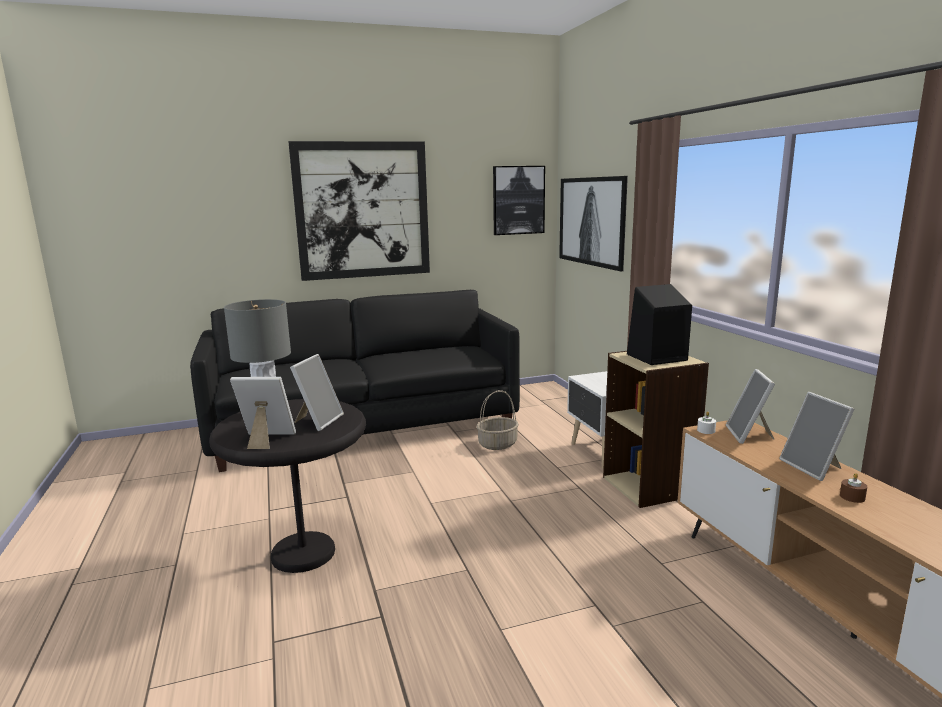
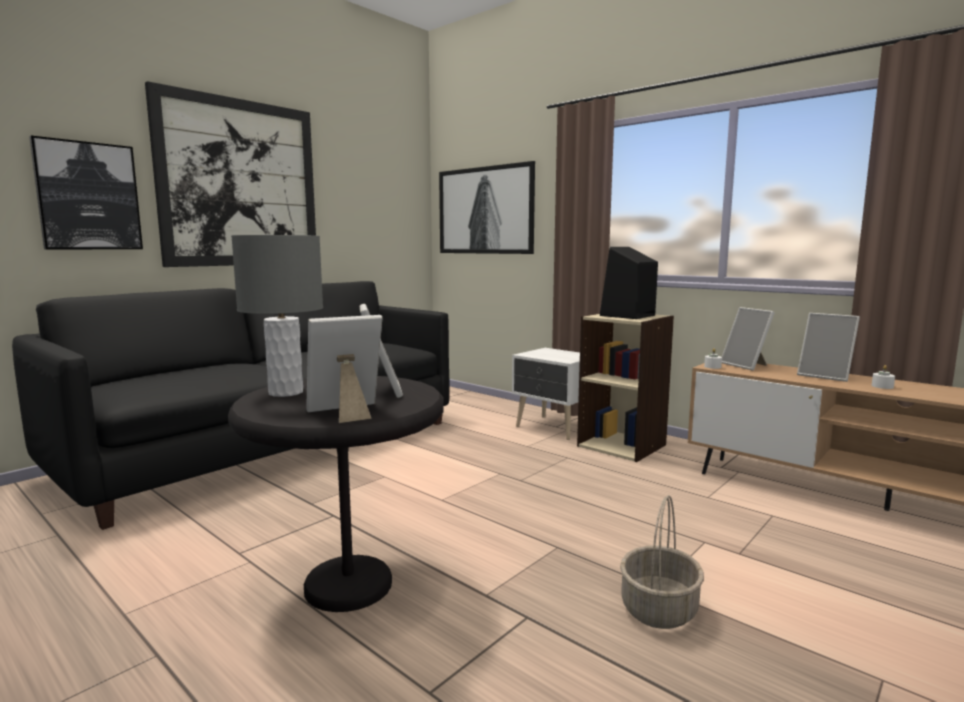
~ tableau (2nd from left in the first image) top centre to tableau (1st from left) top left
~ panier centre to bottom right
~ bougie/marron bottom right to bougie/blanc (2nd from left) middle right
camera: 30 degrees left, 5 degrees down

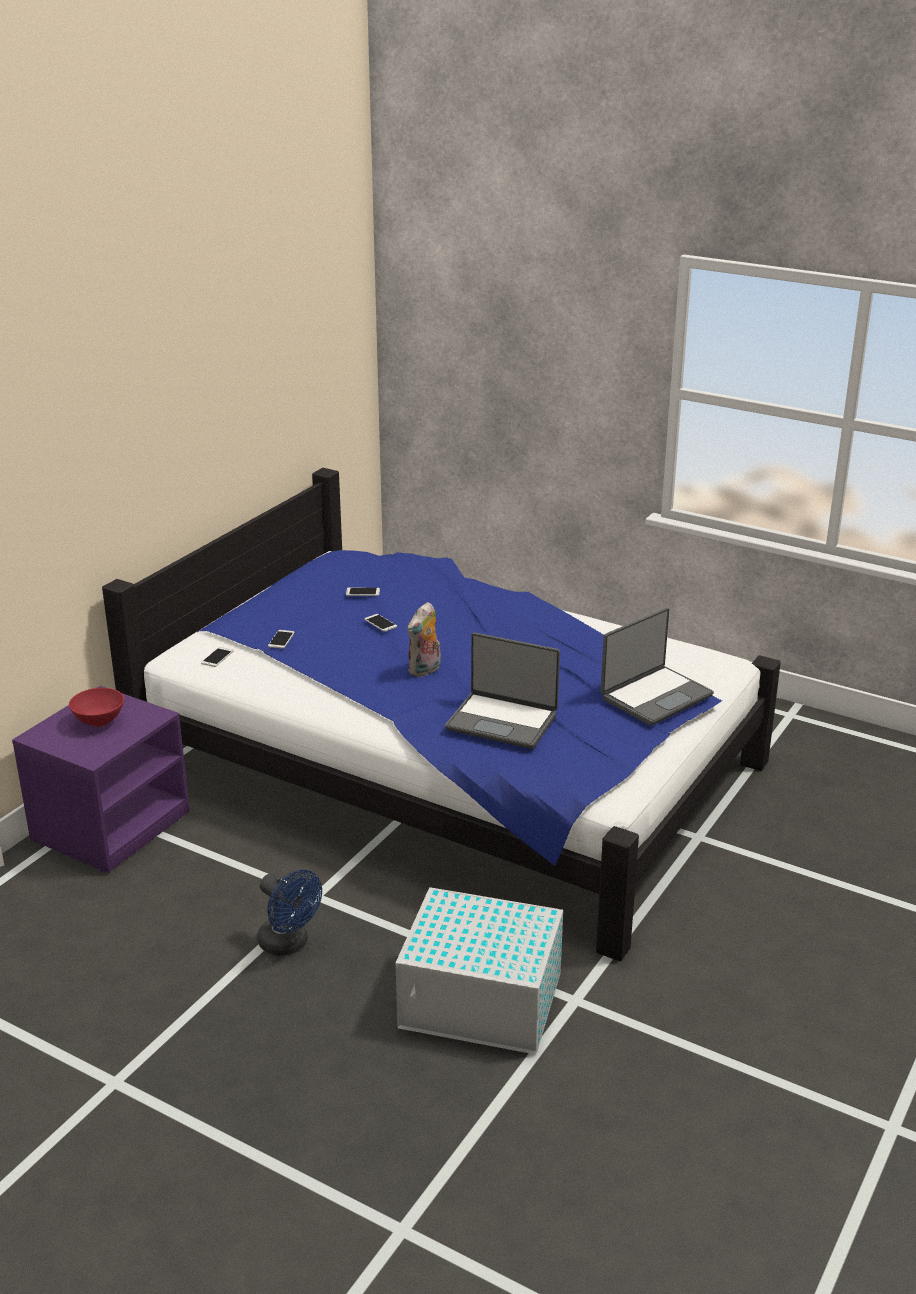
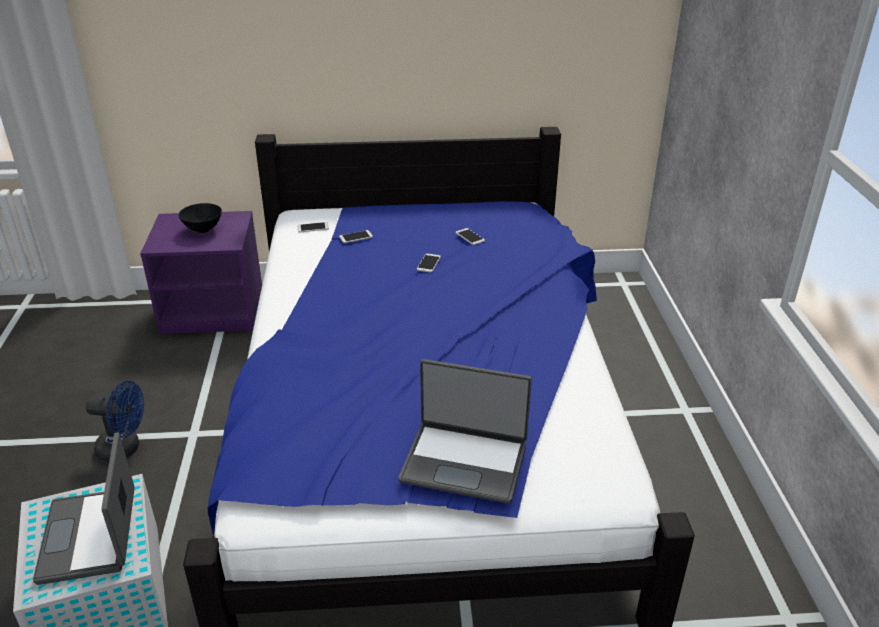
- peluche centre
~ ordinateur portable (1st from left) centre to bottom left
~ bol/rouge middle left to bol/noir middle left
~ ventilateur/bleu bottom left = bottom left 90 degrees counterclockwise
camera: 55 degrees right, 5 degrees up

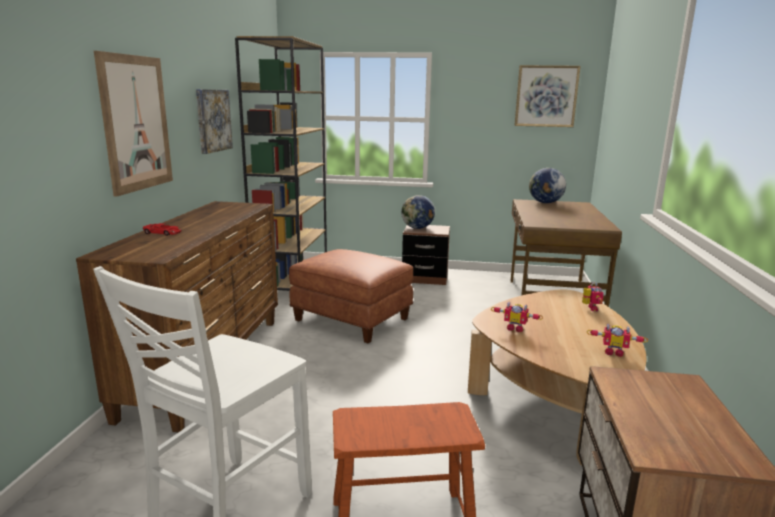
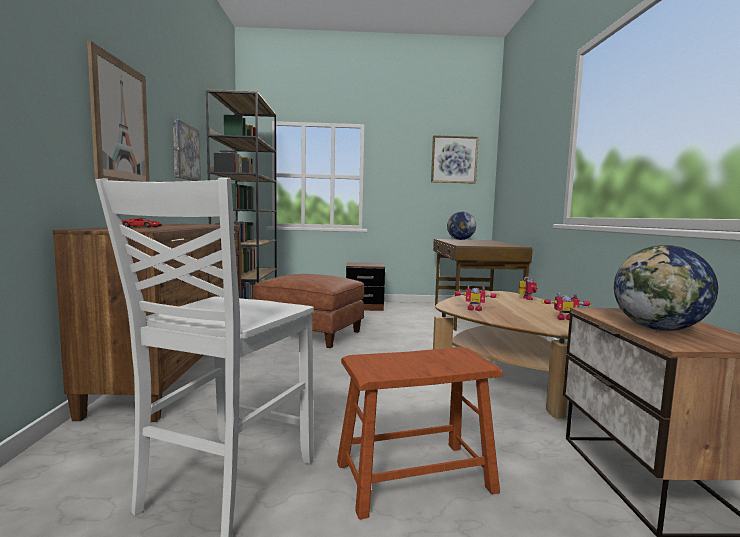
~ globe (1st from left in the first image) centre to globe (2nd from left) middle right
camera: 10 degrees left, 10 degrees down

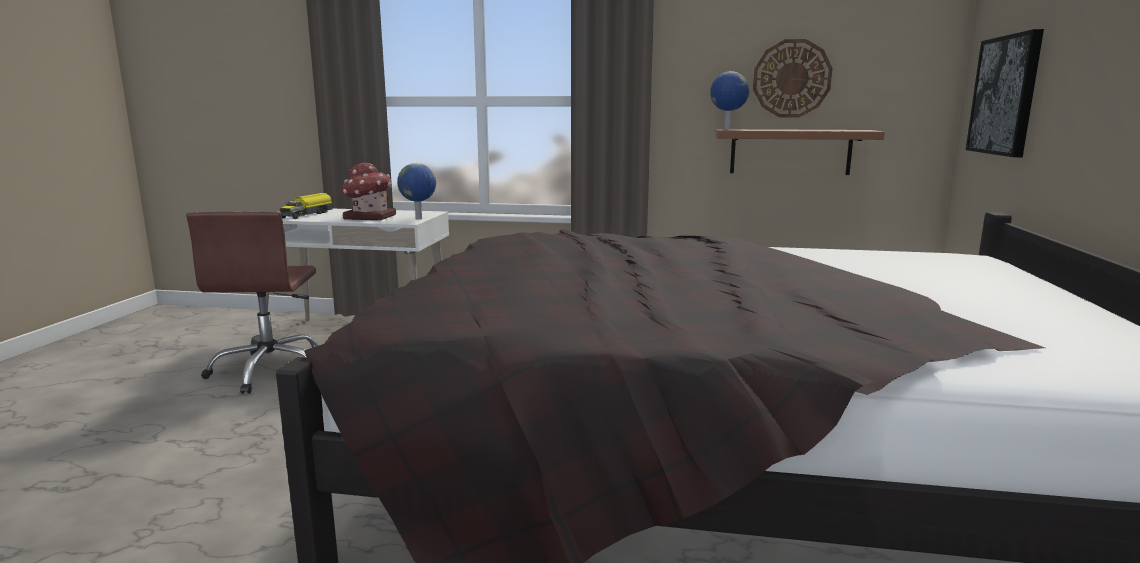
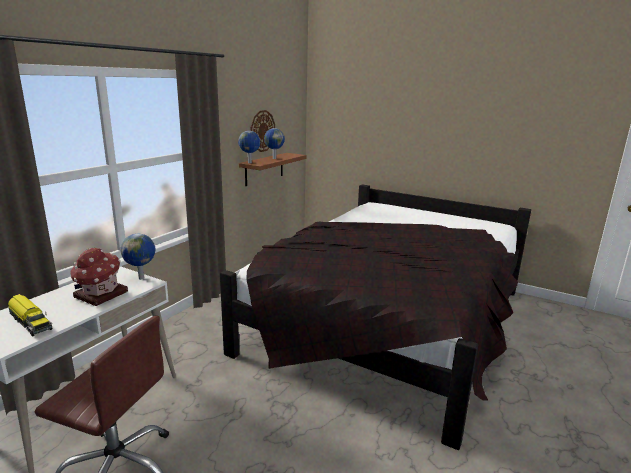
- tableau top right
+ globe (3rd from left) top centre
camera: 70 degrees left, 5 degrees up

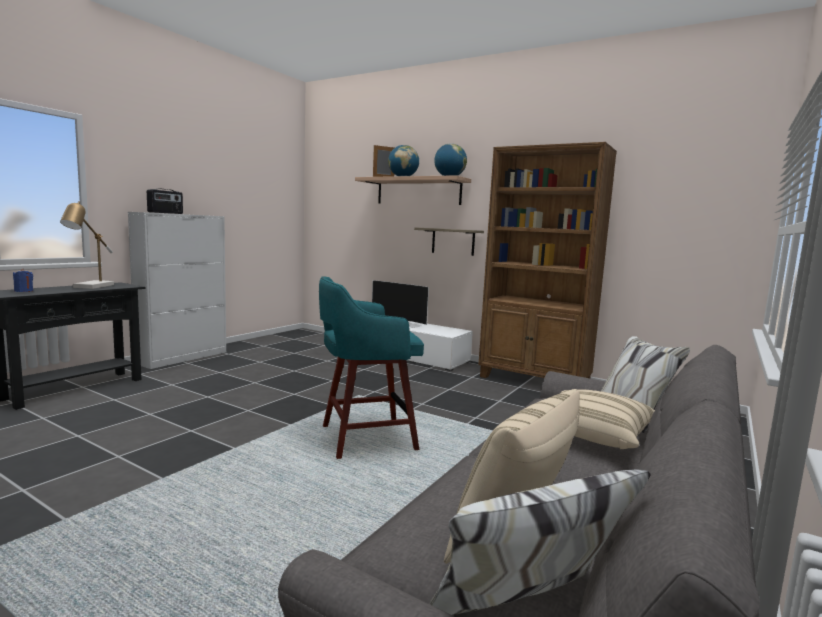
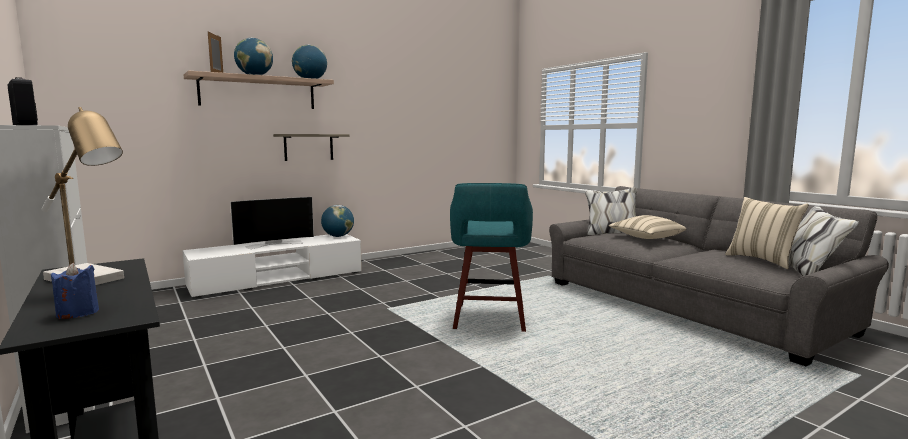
- bibliothèque/marron centre
+ globe (3rd from left) centre
camera: 65 degrees left, 0 degrees up

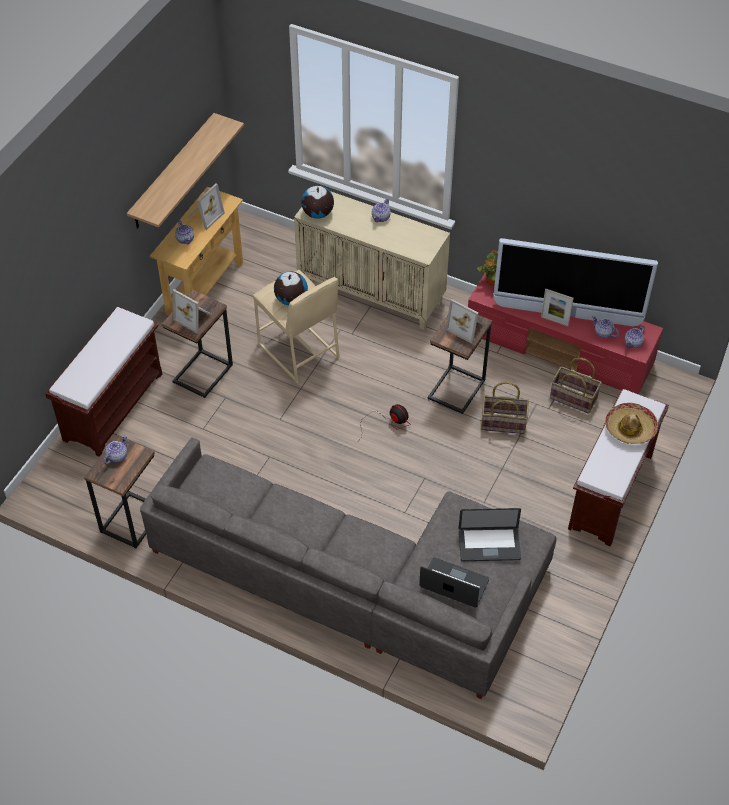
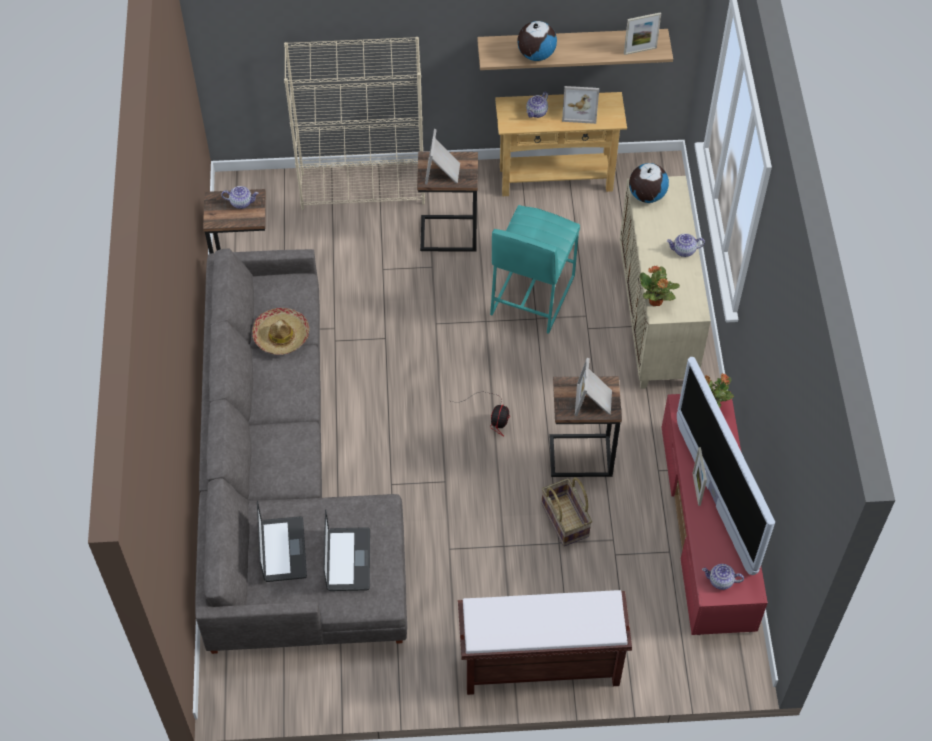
~ tabouret/beige centre to tabouret/turquoise centre
~ globe (1st from left) centre to top centre
~ banc/marron (1st from left) middle left to bibliothèque/beige top centre
- théière (4th from left) middle right
- panier (2nd from left) middle right
~ chapeau middle right to middle left
~ ordinateur portable (2nd from left) middle right = bottom centre 150 degrees counterclockwise
+ cadre photo (4th from left) top right
+ plante en pot (1st from left) middle right
camera: 60 degrees right, 5 degrees up

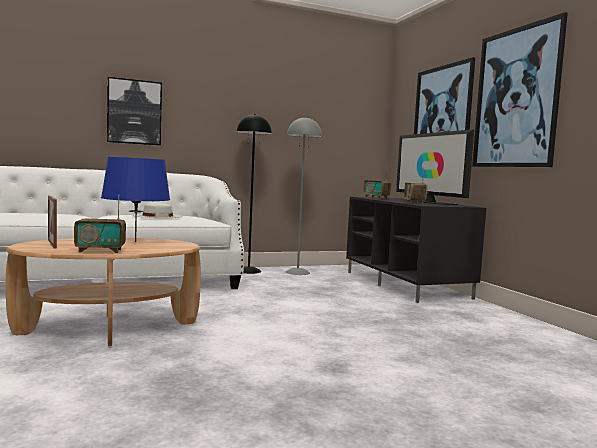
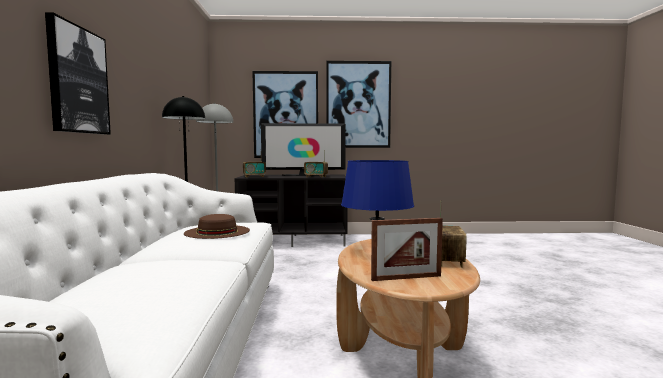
~ chapeau/blanc middle left to chapeau/marron middle left
camera: 70 degrees left, 0 degrees up

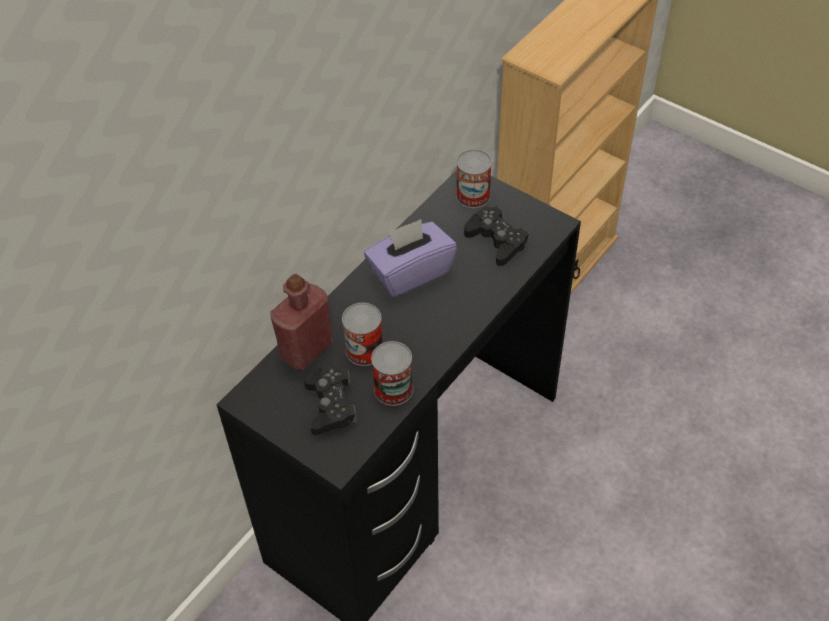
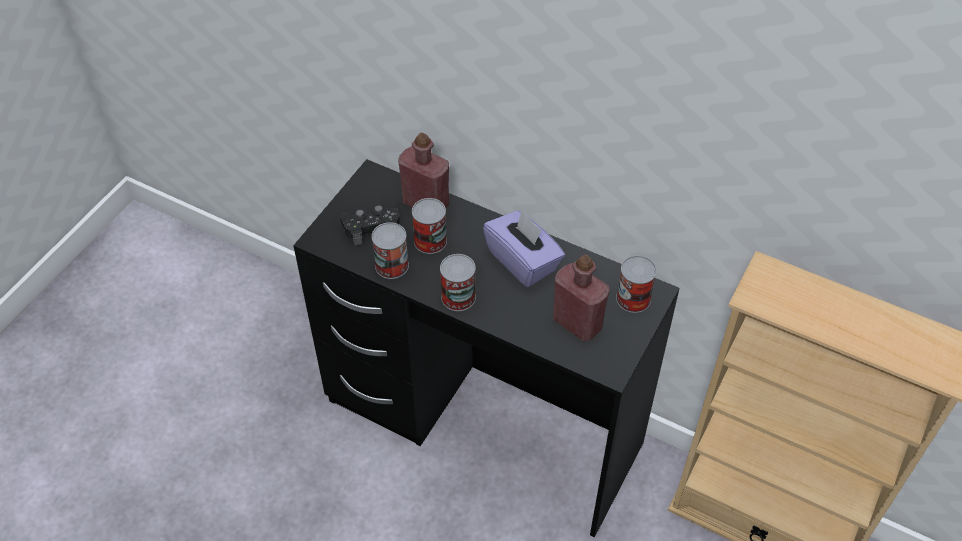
~ manette/noir (2nd from left) centre to bouteille/rouge (2nd from left) centre
+ boîte métallique (3rd from left) centre
camera: 80 degrees right, 0 degrees up

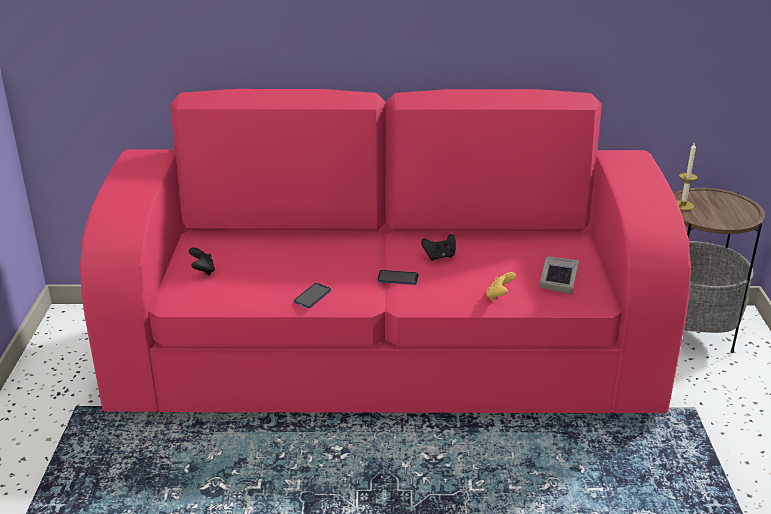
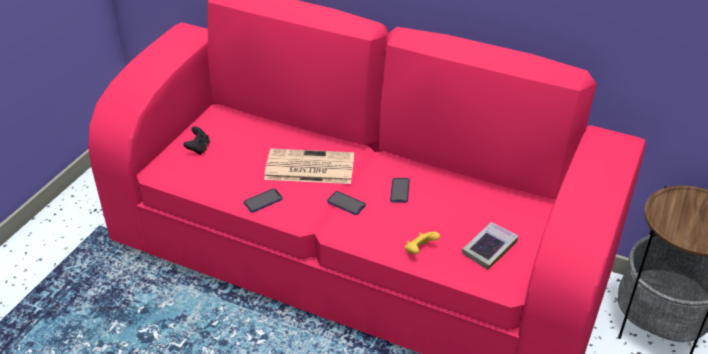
- bougie middle right
~ manette/noir (2nd from left) centre to téléphone (3rd from left) centre
+ journal centre
camera: 25 degrees right, 10 degrees up

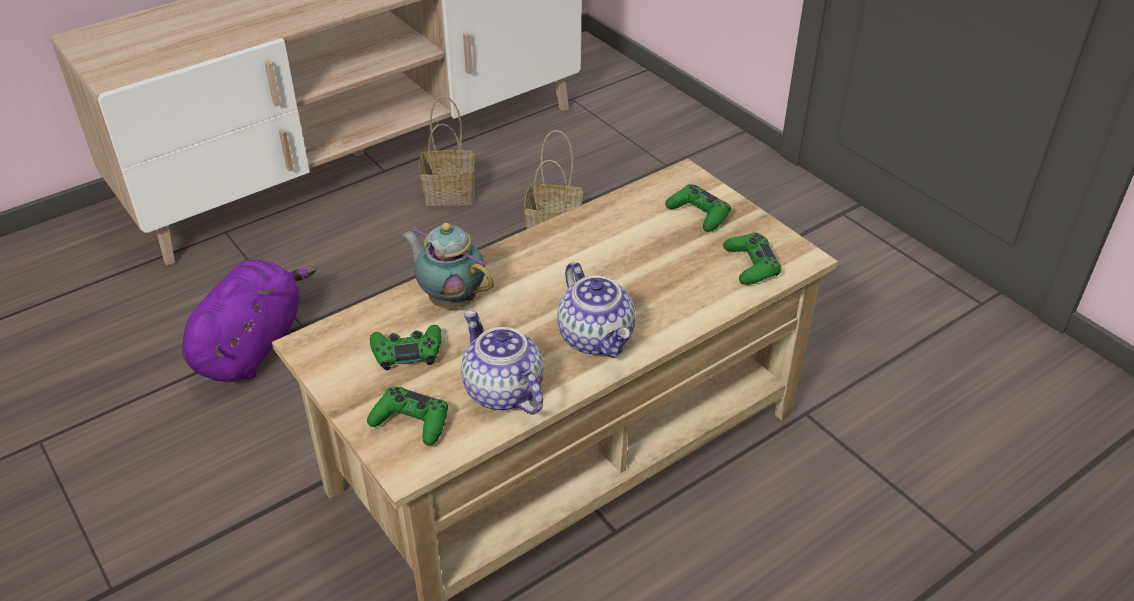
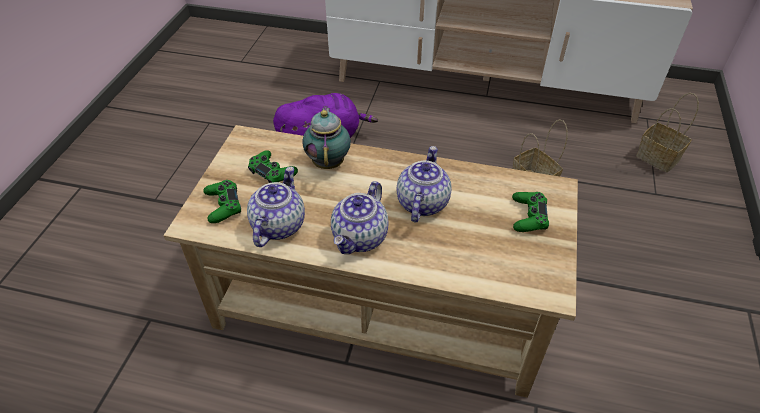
~ panier (1st from left in the first image) top centre to panier (2nd from left) top right
- manette/vert (4th from left) centre
+ théière (4th from left) centre
camera: 50 degrees right, 5 degrees up

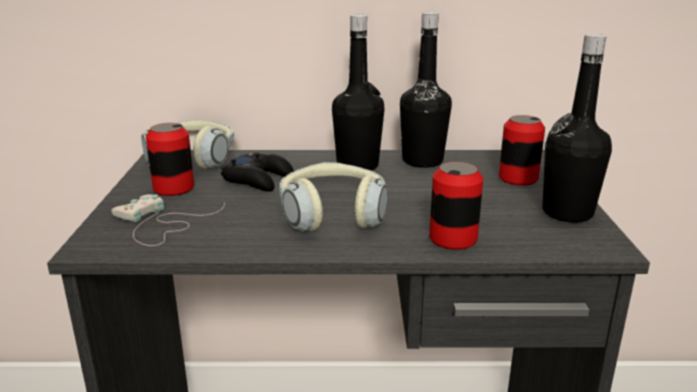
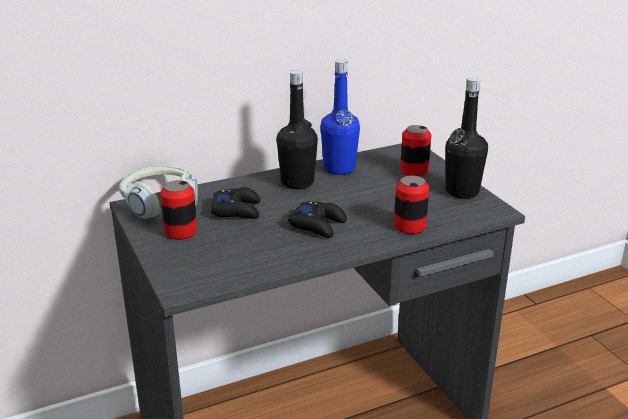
~ bouteille/noir (2nd from left) top centre to bouteille/bleu top centre
~ casque audio (2nd from left) centre to manette/noir (2nd from left) centre
- manette/blanc middle left
camera: 25 degrees left, 5 degrees up

